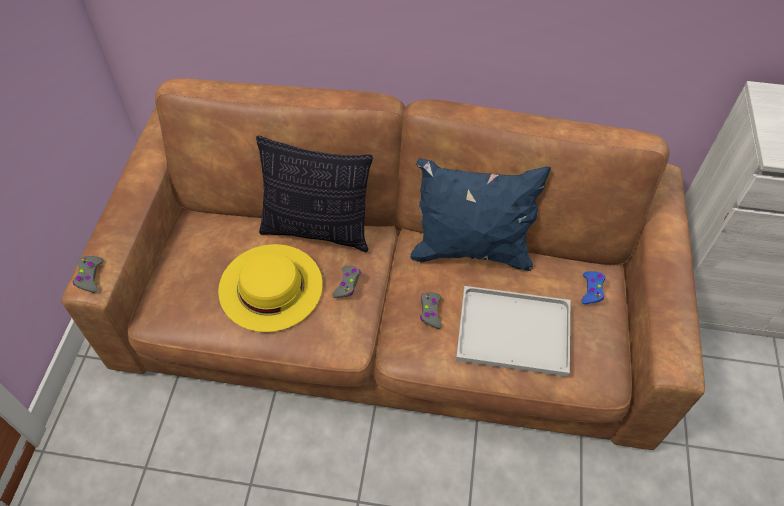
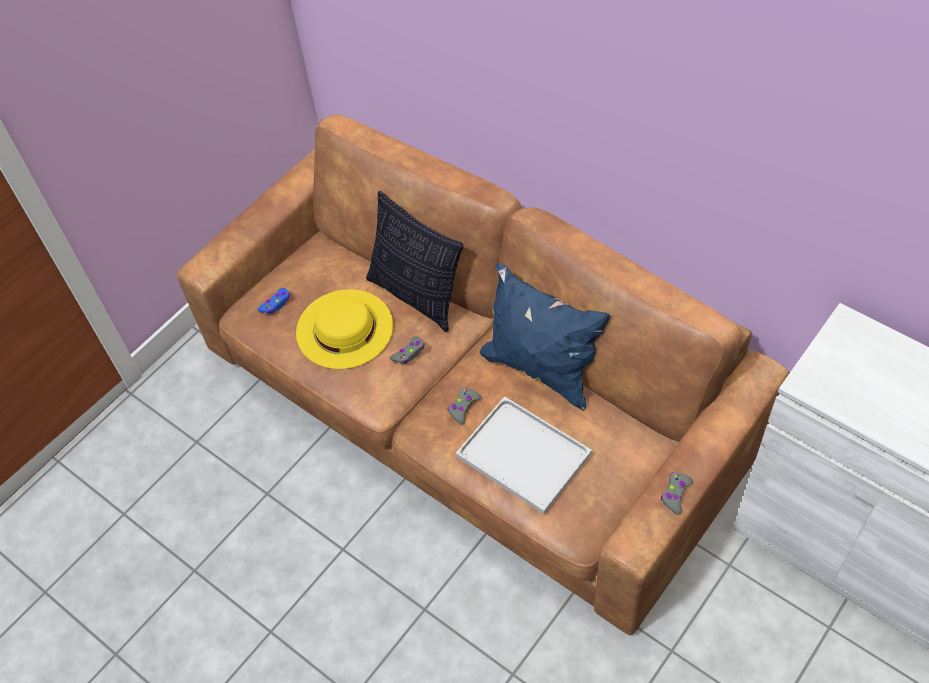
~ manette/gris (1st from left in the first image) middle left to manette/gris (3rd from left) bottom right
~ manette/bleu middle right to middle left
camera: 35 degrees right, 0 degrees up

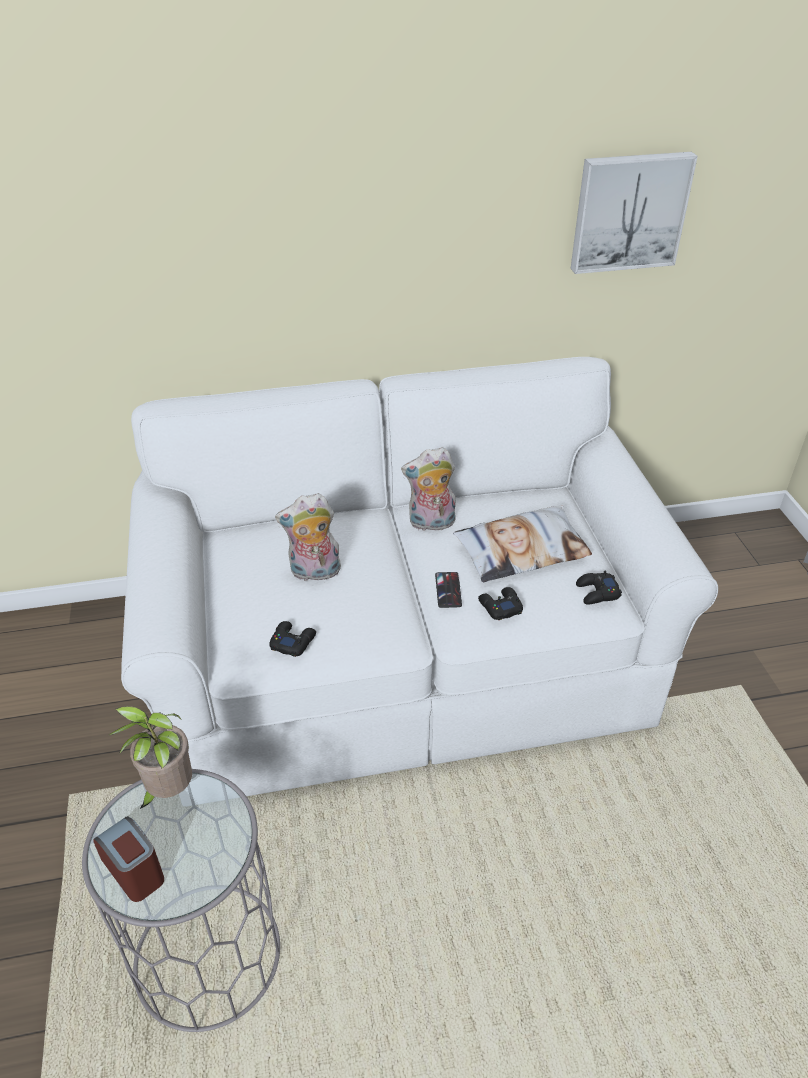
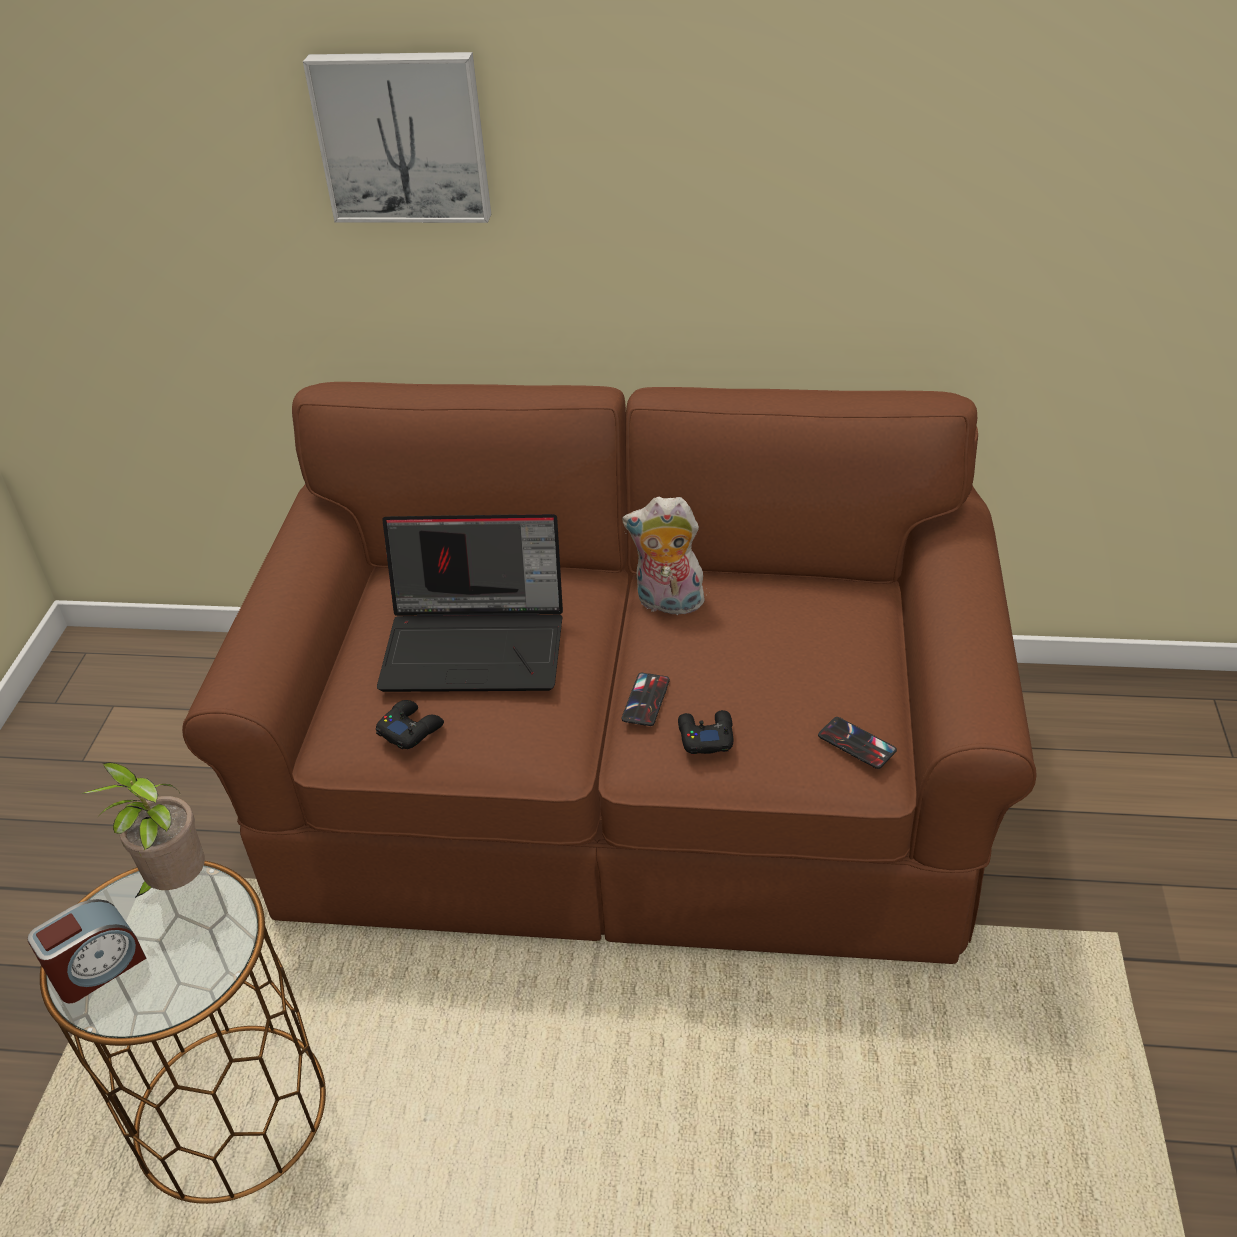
~ tableau top right to top left
~ canapé/blanc centre to canapé/marron centre
~ peluche (1st from left) centre to ordinateur portable centre
- coussin centre
~ manette/noir (3rd from left) middle right to téléphone (2nd from left) middle right
~ table d'appoint/gris bottom left to table d'appoint/marron bottom left
~ réveil bottom left = bottom left 75 degrees clockwise
camera: 20 degrees right, 0 degrees up

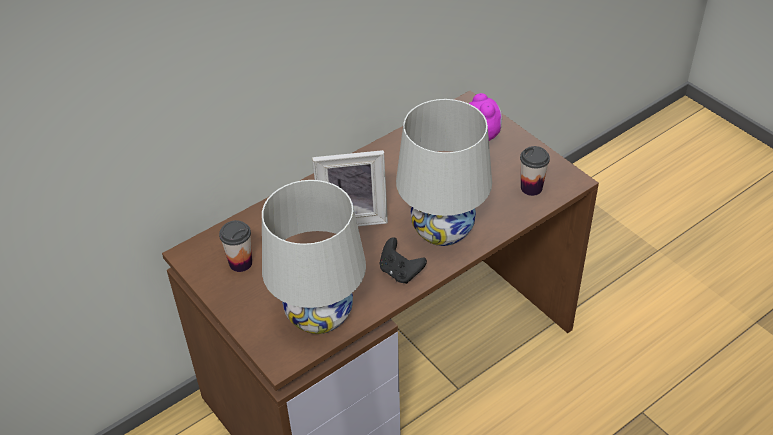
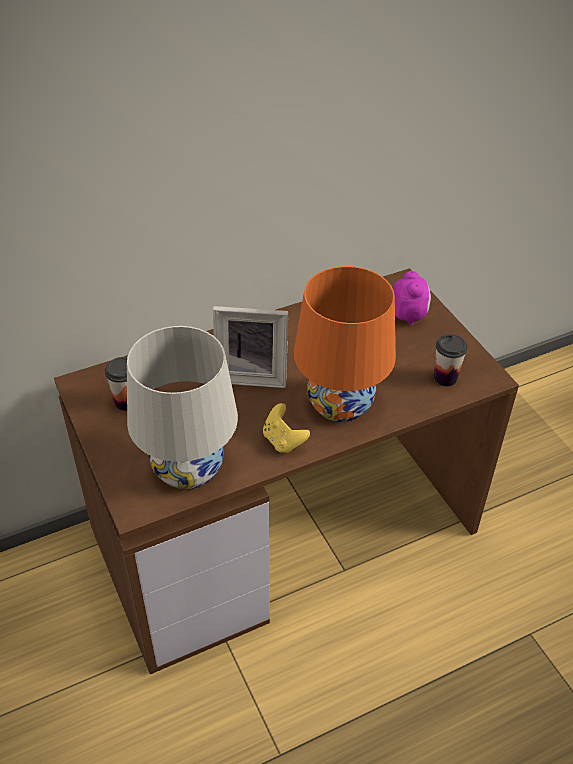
~ lampe de table/blanc (2nd from left) centre to lampe de table/orange centre
~ manette/noir centre to manette/jaune centre
camera: 10 degrees right, 0 degrees up

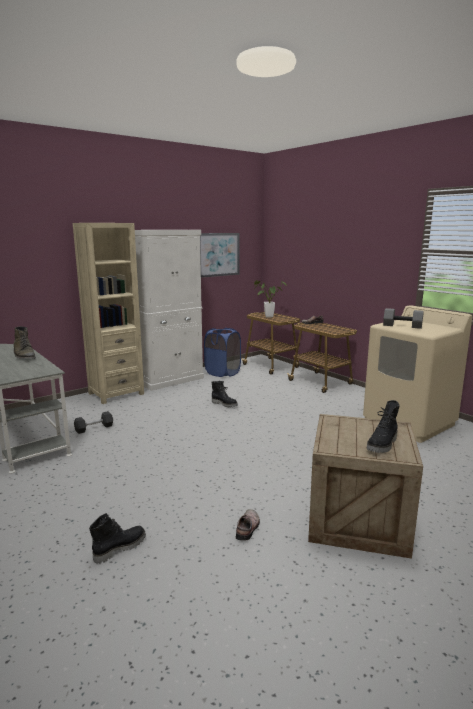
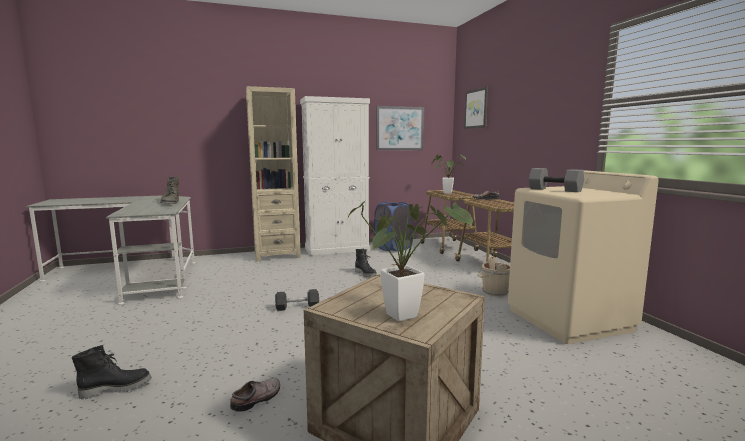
~ botte/noir (3rd from left) middle right to plante en pot (1st from left) centre
~ haltère/gris (1st from left) middle left to bottom centre
+ tableau (2nd from left) top centre
+ seau/beige centre
camera: 20 degrees right, 5 degrees down

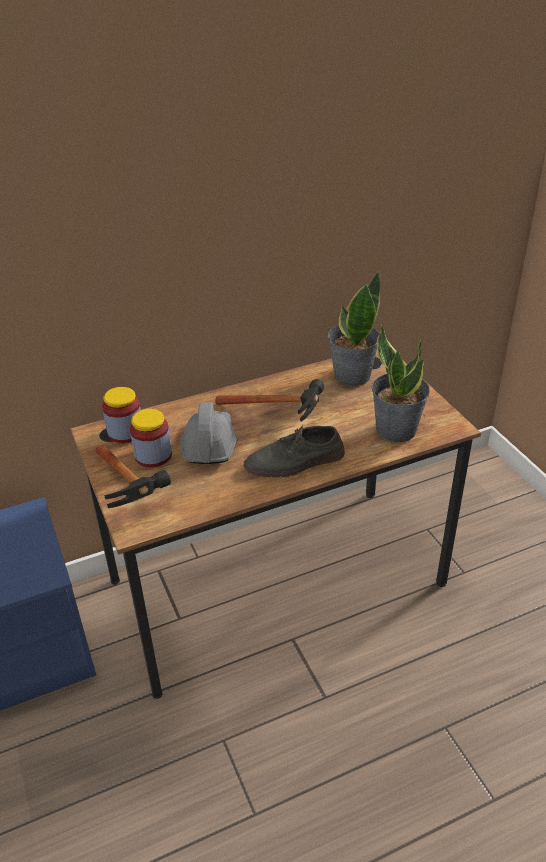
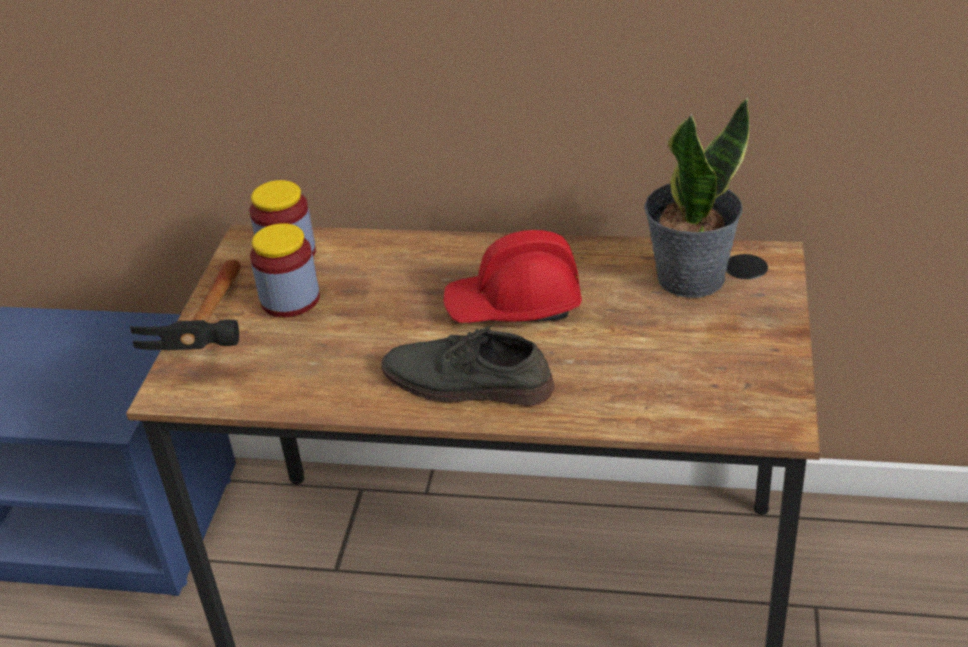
- plante en pot (2nd from left) middle right
~ marteau (2nd from left) centre to casque de chantier/rouge centre
- casque de chantier/gris centre
camera: 35 degrees right, 0 degrees up

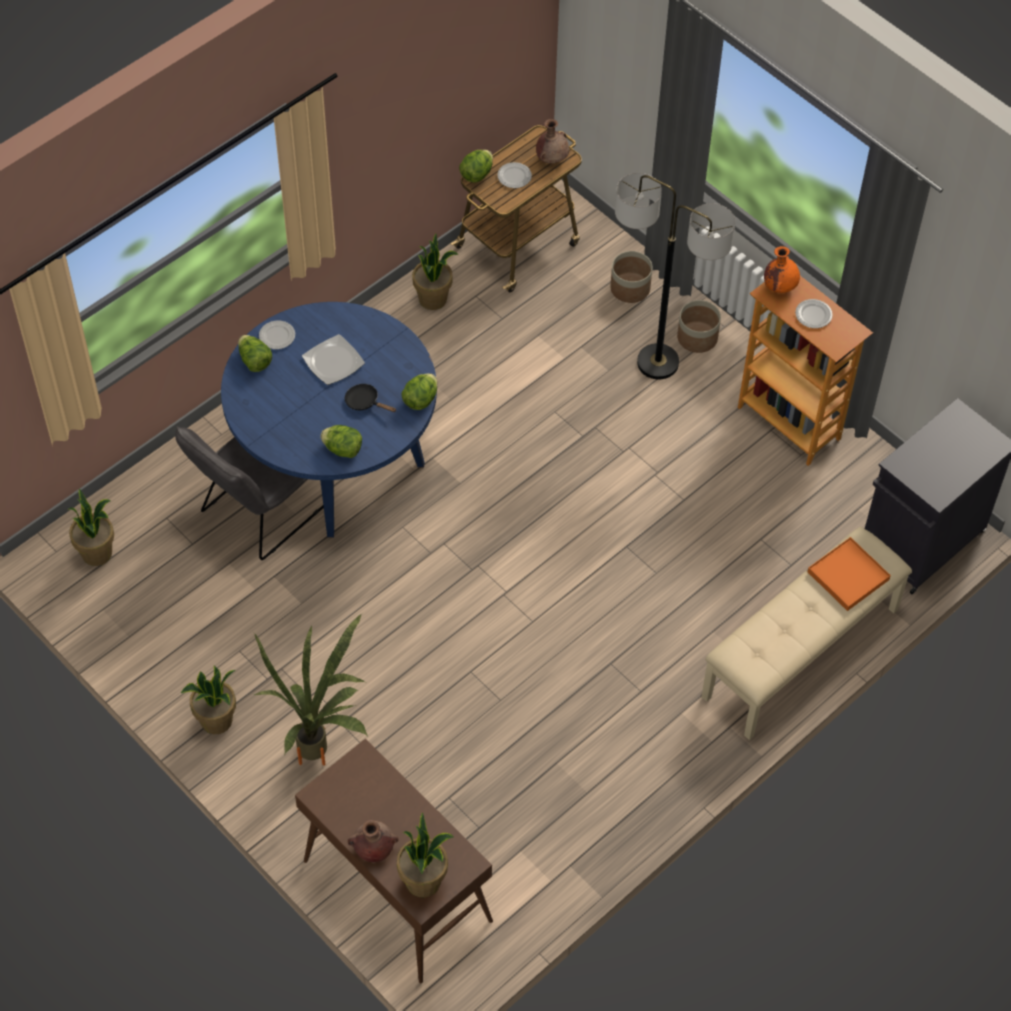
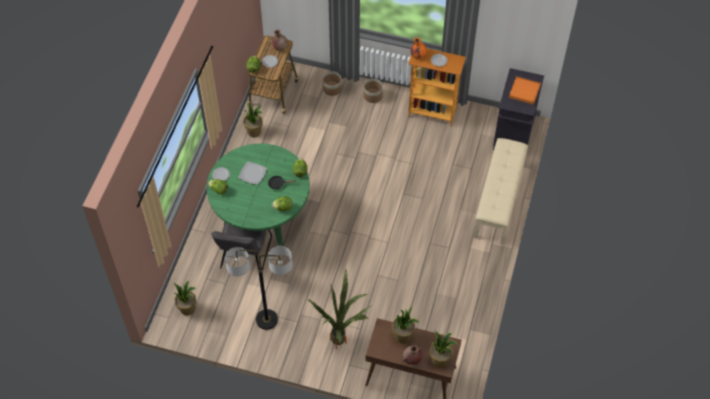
~ lampadaire top right to bottom centre
~ table à manger/bleu middle left to table à manger/vert centre
~ plateau/orange middle right to top right
~ plante en pot (2nd from left in the first image) bottom left to plante en pot (4th from left) bottom centre
camera: 30 degrees left, 0 degrees up

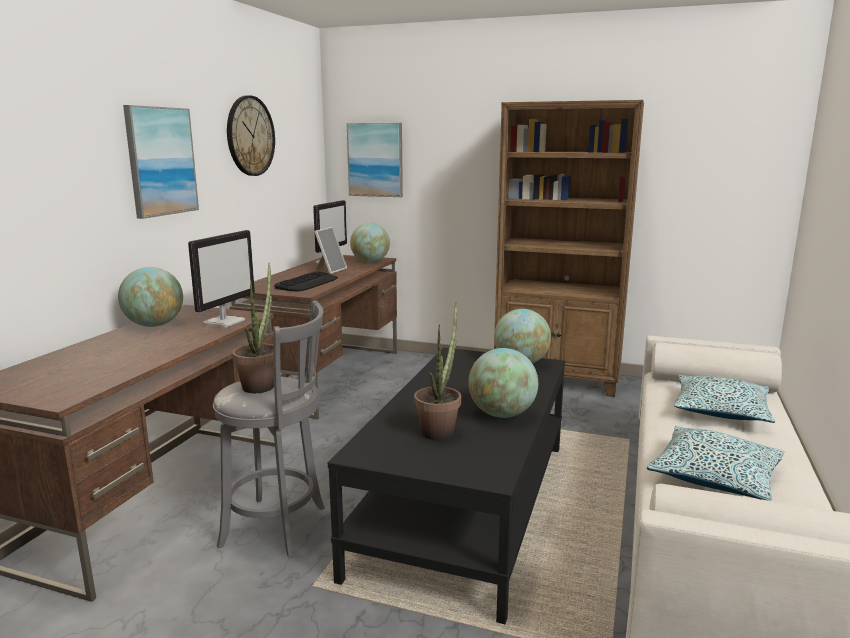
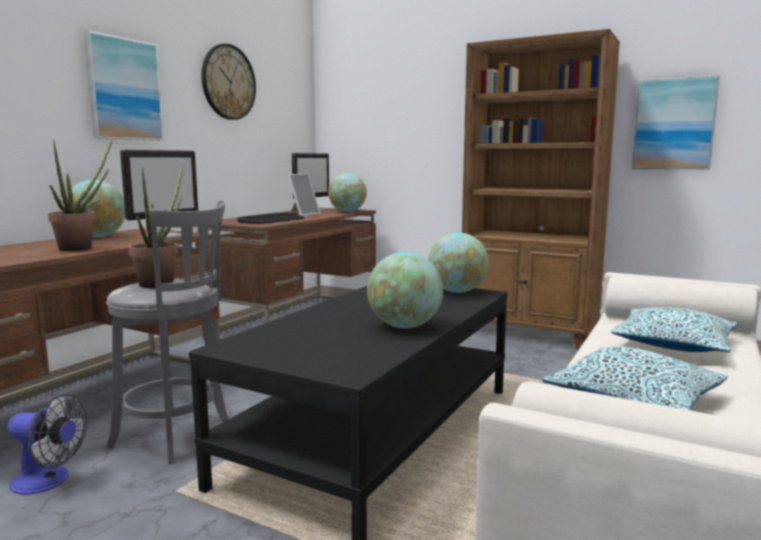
~ tableau (2nd from left) top centre to top right
~ plante en pot (2nd from left in the first image) centre to plante en pot (1st from left) middle left
+ ventilateur bottom left
camera: 10 degrees right, 5 degrees down

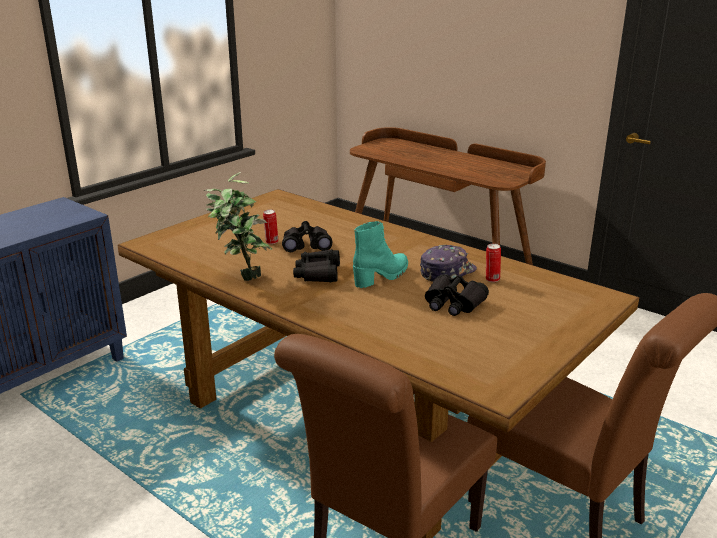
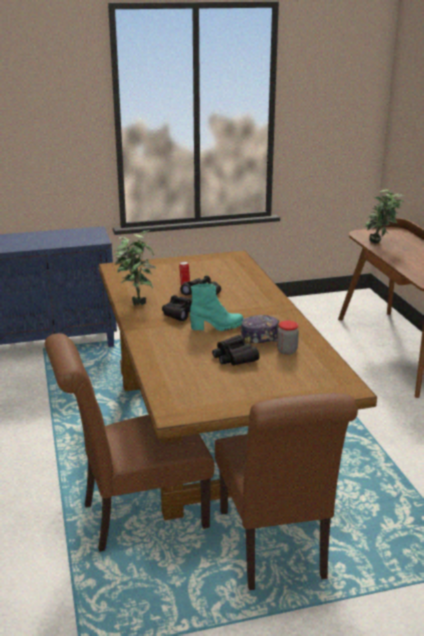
~ boîte métallique (2nd from left) middle right to bocal middle right
+ plante en pot (2nd from left) middle right
camera: 35 degrees right, 0 degrees up

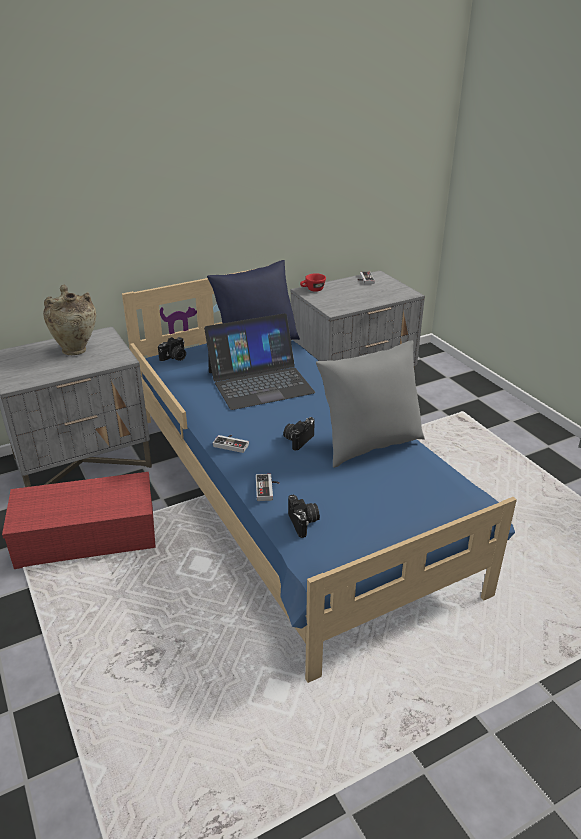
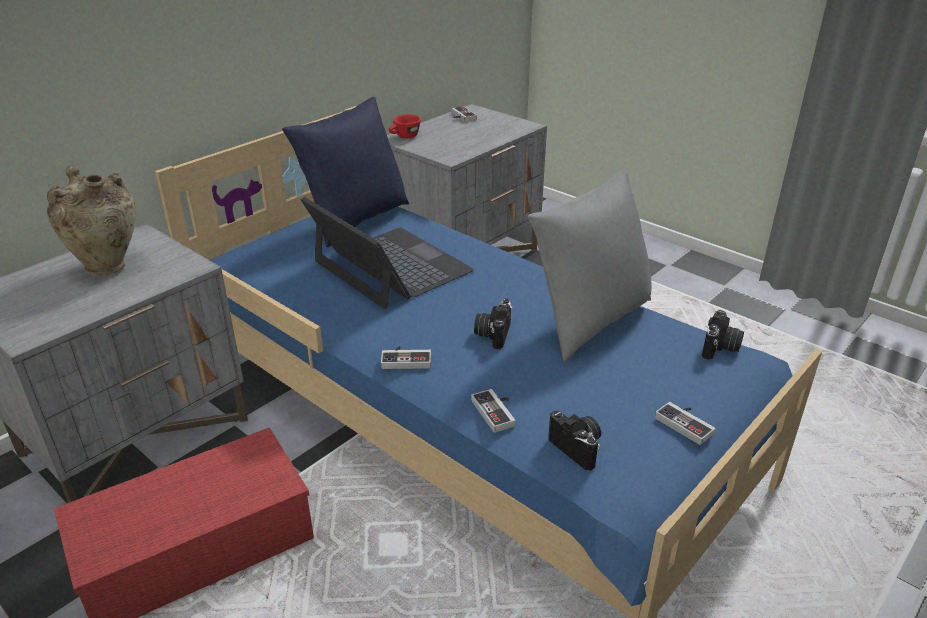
~ ordinateur portable centre = centre 90 degrees counterclockwise
~ appareil photo (1st from left in the first image) middle left to appareil photo (3rd from left) middle right
+ manette (4th from left) bottom right
camera: 20 degrees left, 0 degrees up

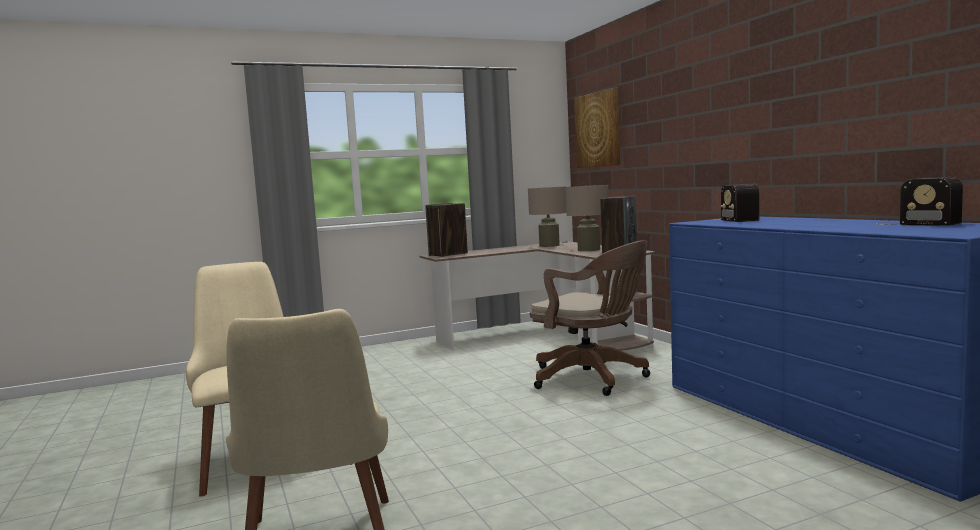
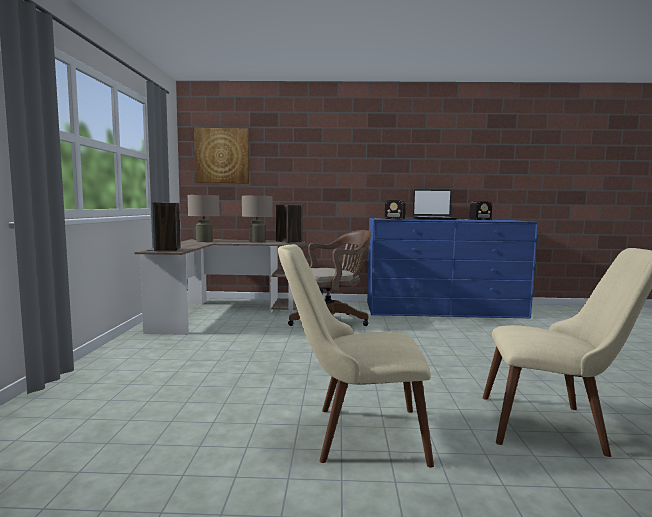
+ ordinateur portable middle right
camera: 65 degrees left, 0 degrees up

